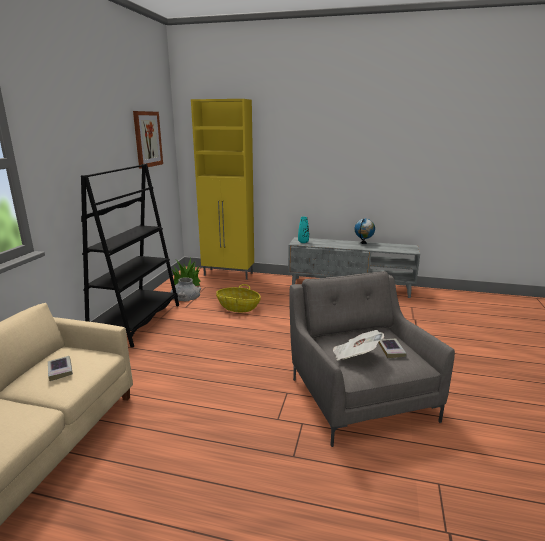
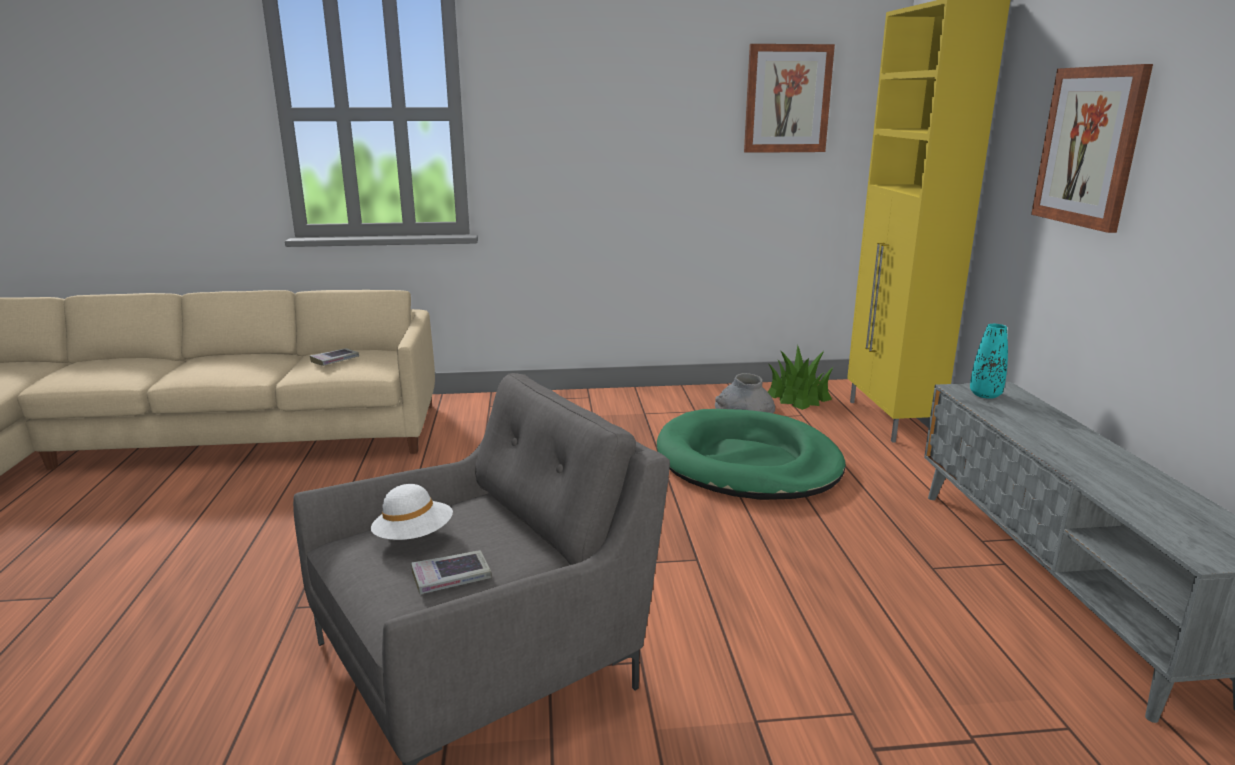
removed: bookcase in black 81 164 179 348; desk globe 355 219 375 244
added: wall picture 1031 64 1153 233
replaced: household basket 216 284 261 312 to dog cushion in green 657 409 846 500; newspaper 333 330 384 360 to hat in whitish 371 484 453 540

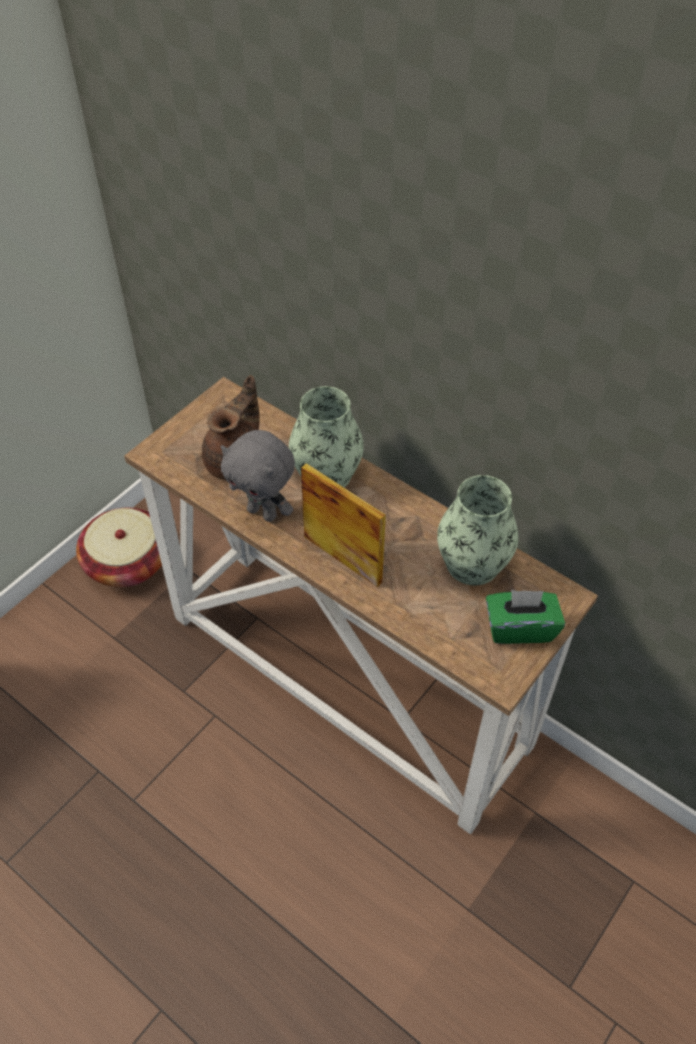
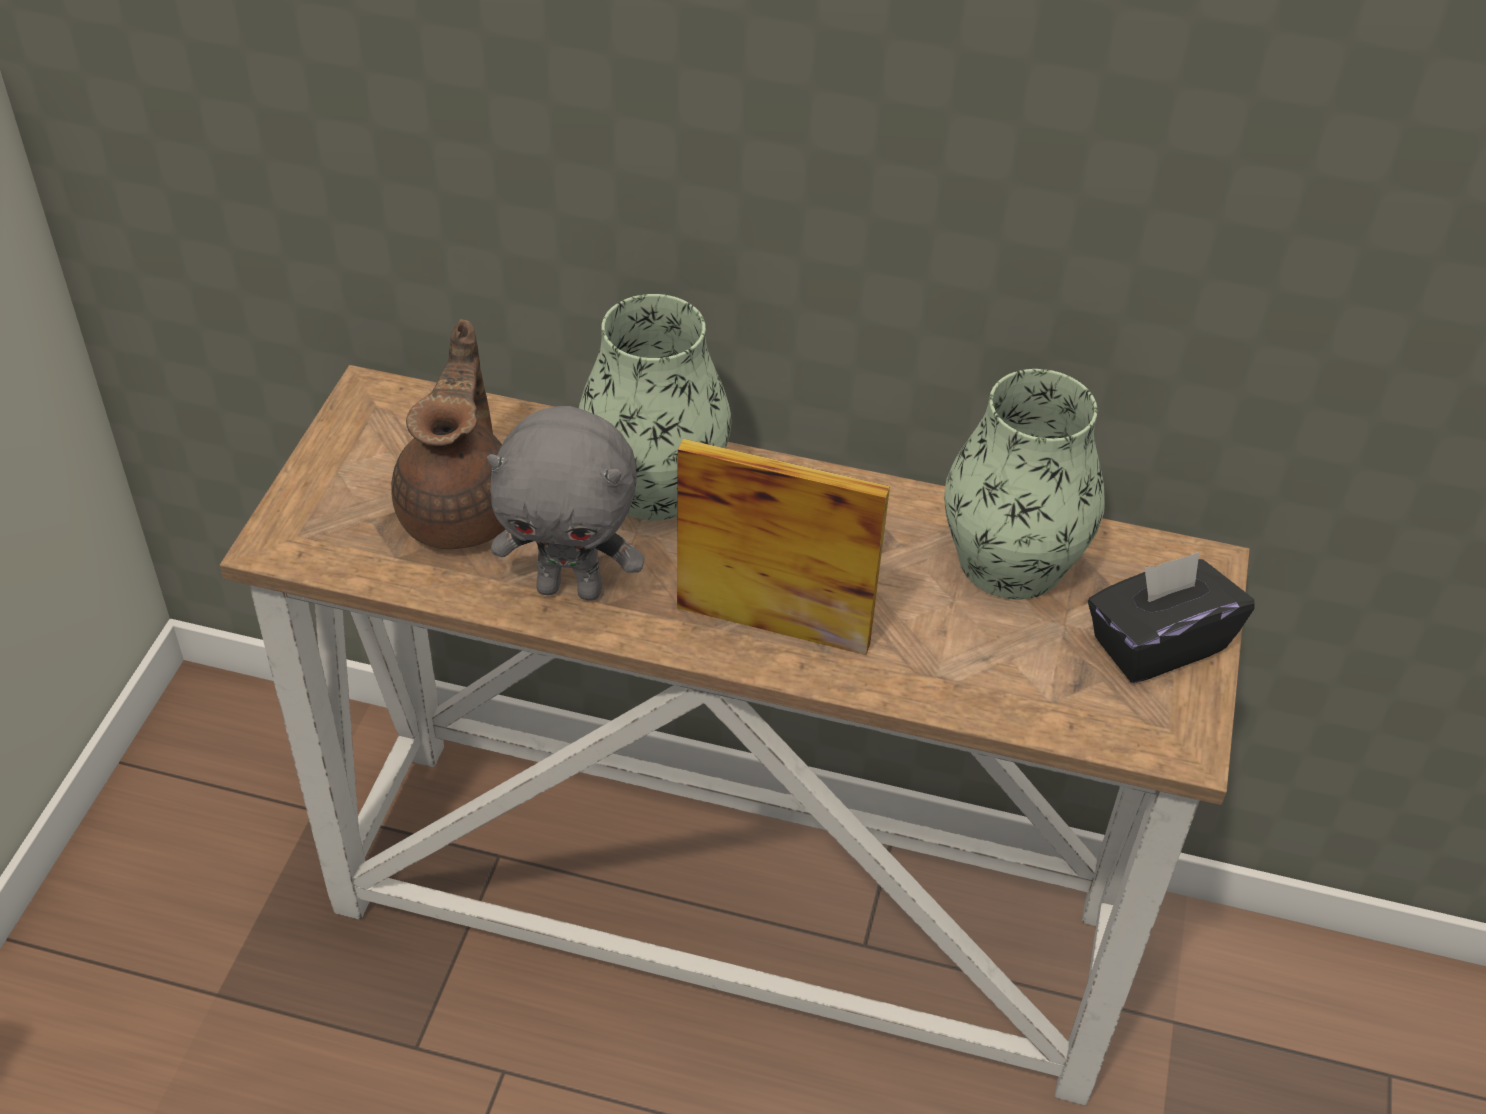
removed: household basket 76 507 162 587
recoloured: tissue holder in green 486 590 565 644 to tissue holder in black 1088 552 1255 683

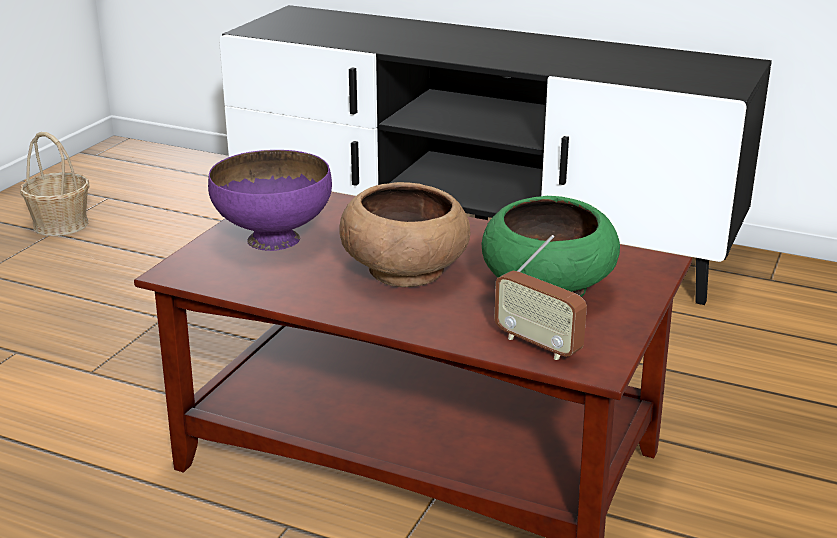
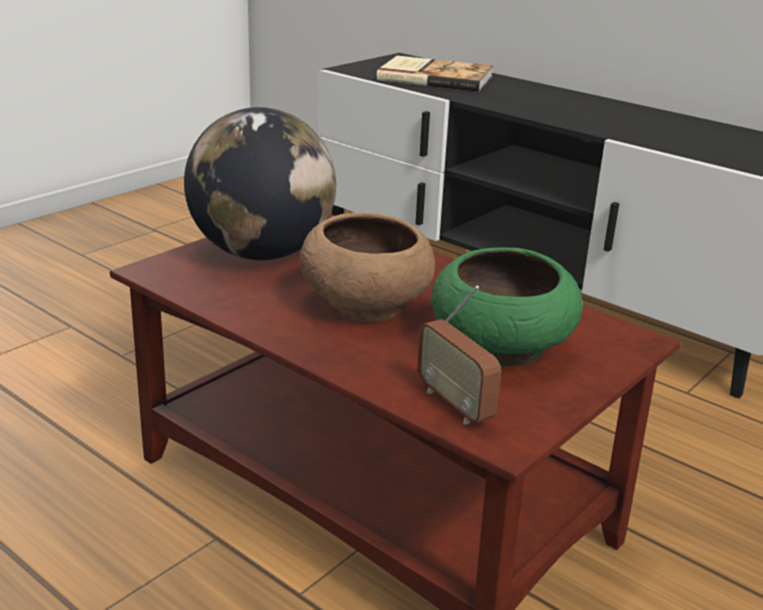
removed: household basket 20 132 89 236
added: volume 377 56 493 92
replaced: bowl in purple 208 150 332 251 to desk globe 184 107 336 260

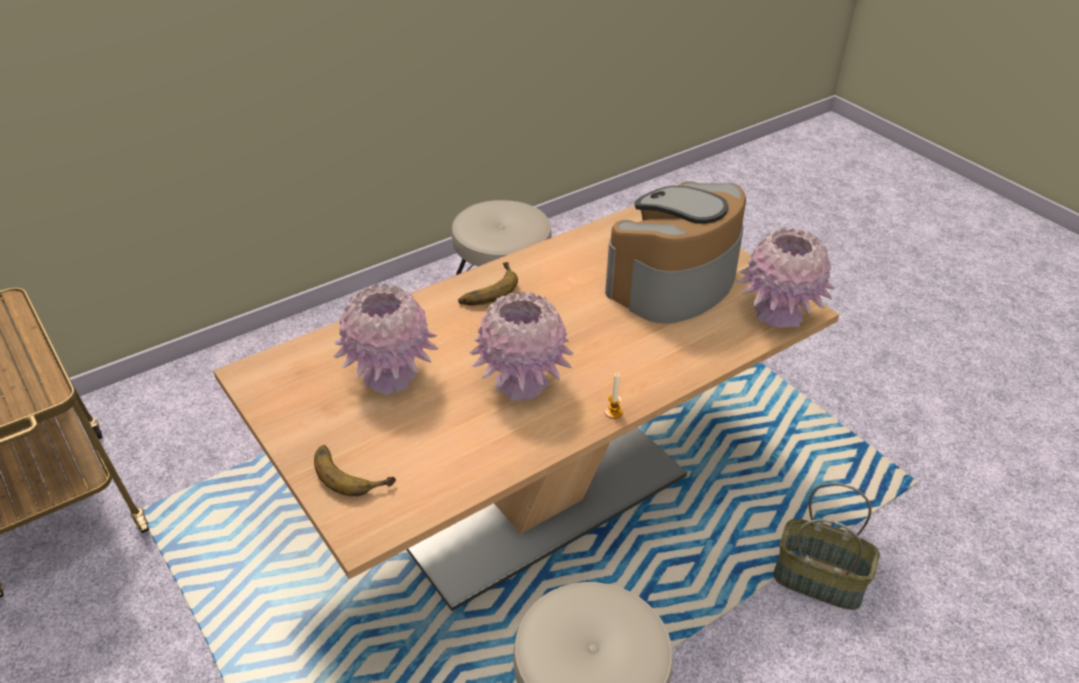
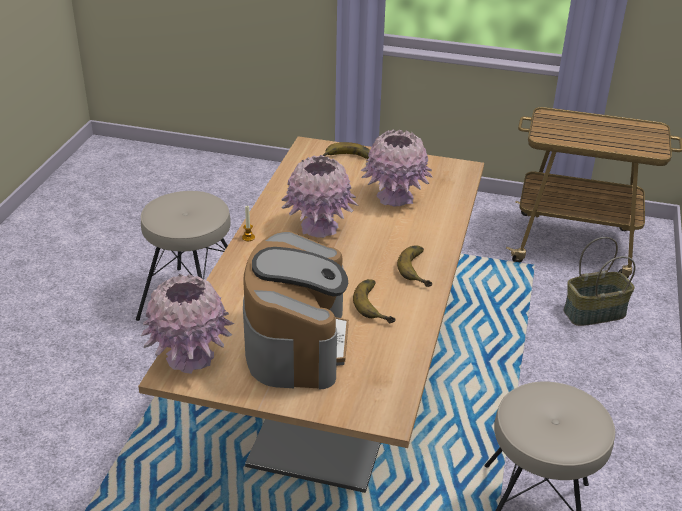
added: banana fruit 353 279 396 323
moved: household basket 774 482 880 610 to 563 237 636 326

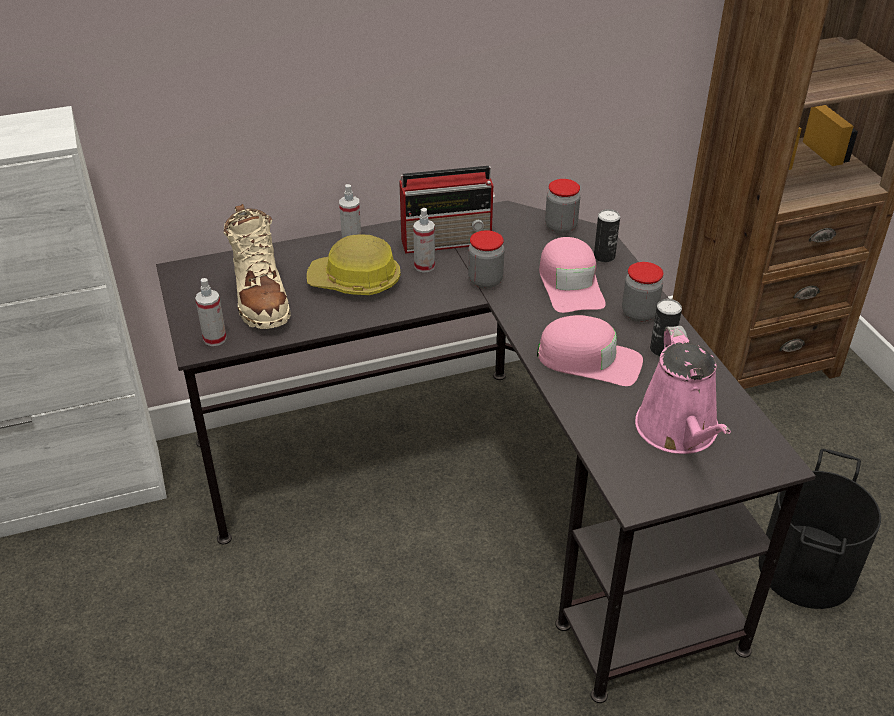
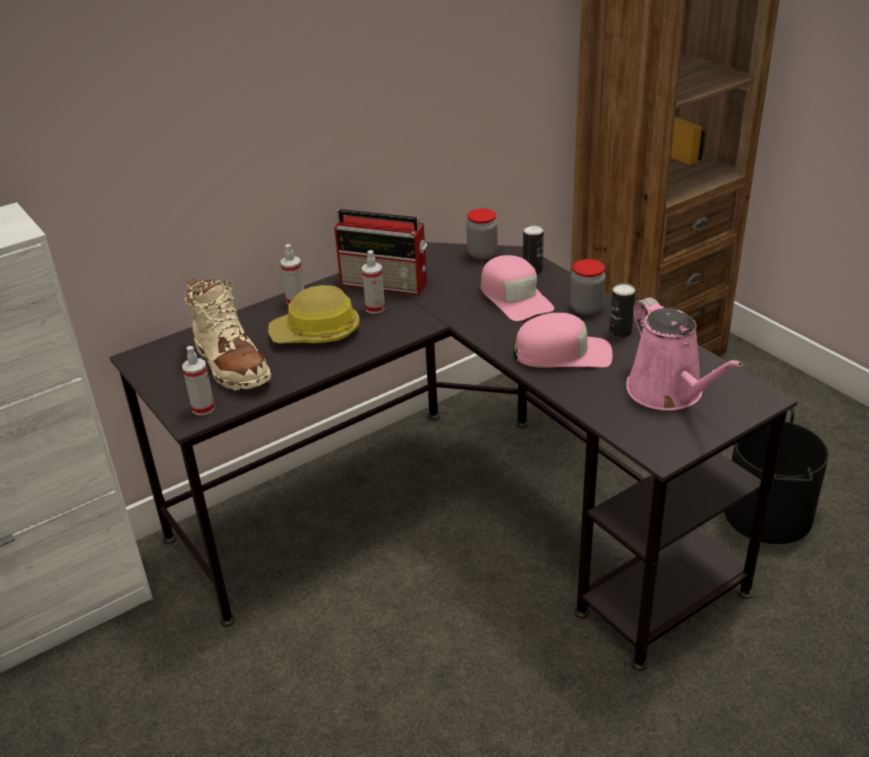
removed: jar 468 230 504 289
turned: radio 399 166 495 254 = 334 209 428 295 45 degrees clockwise

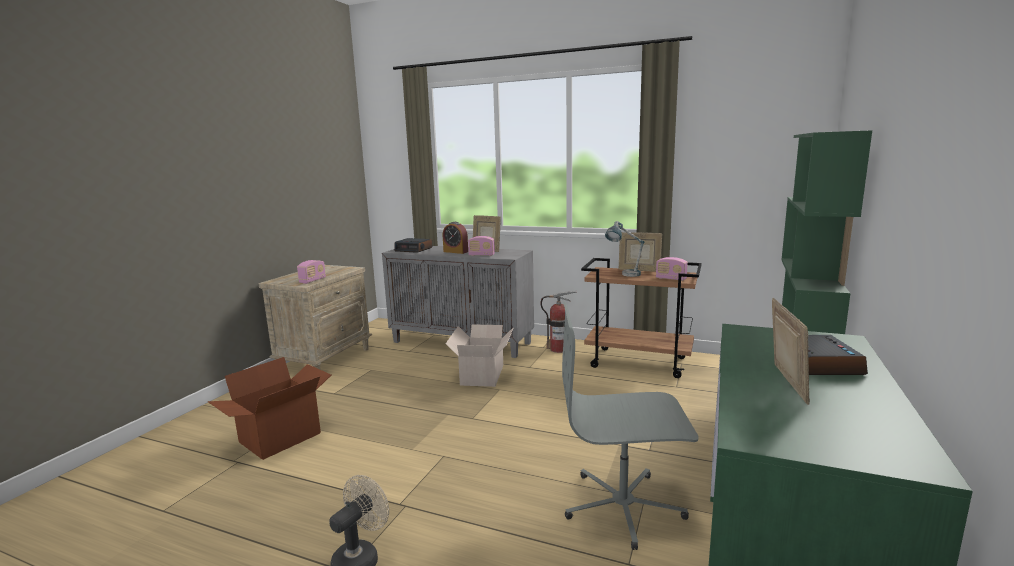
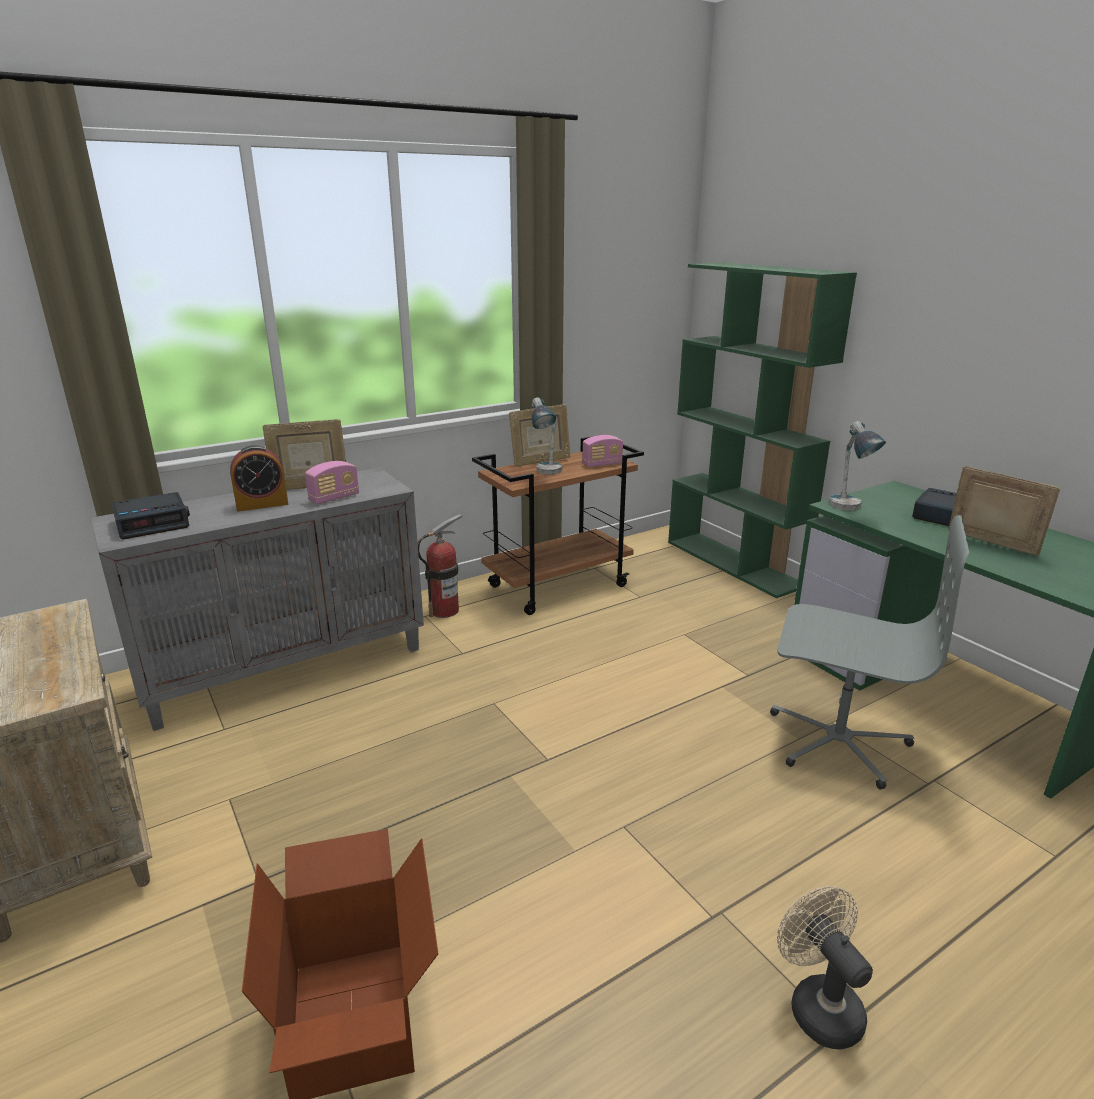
removed: radio 297 260 326 284; carton 446 325 514 387
added: table lamp 829 421 886 511
turned: office chair in greyish 562 302 699 550 = 770 515 969 789 105 degrees counterclockwise

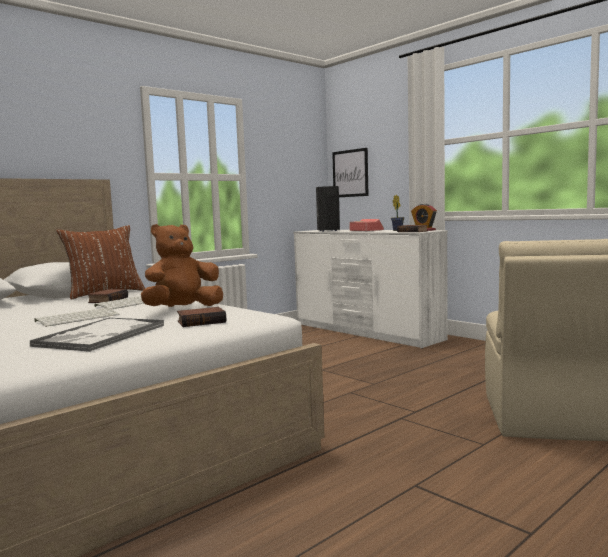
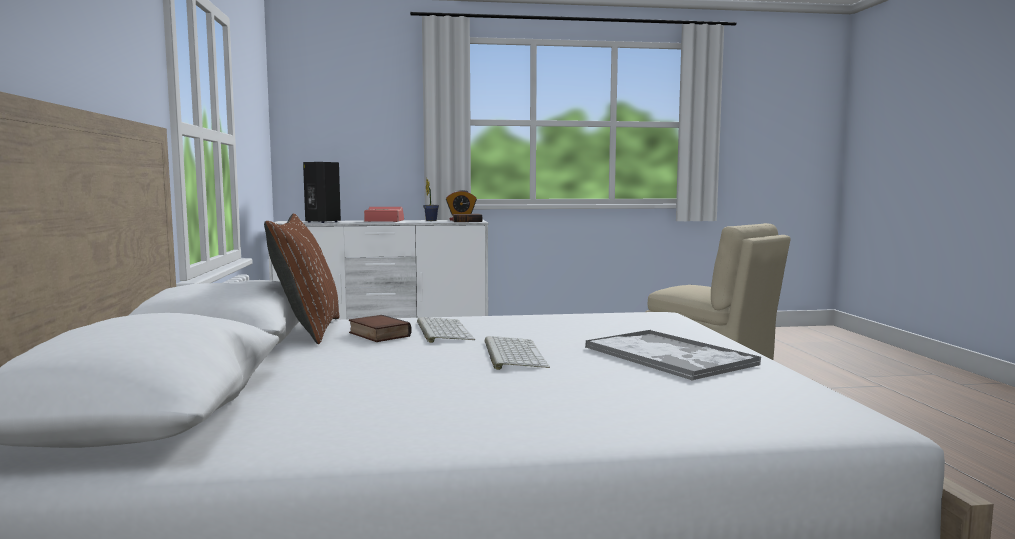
removed: wall picture 332 148 369 197; plush toy in brownish 141 224 223 307; volume 177 307 226 327

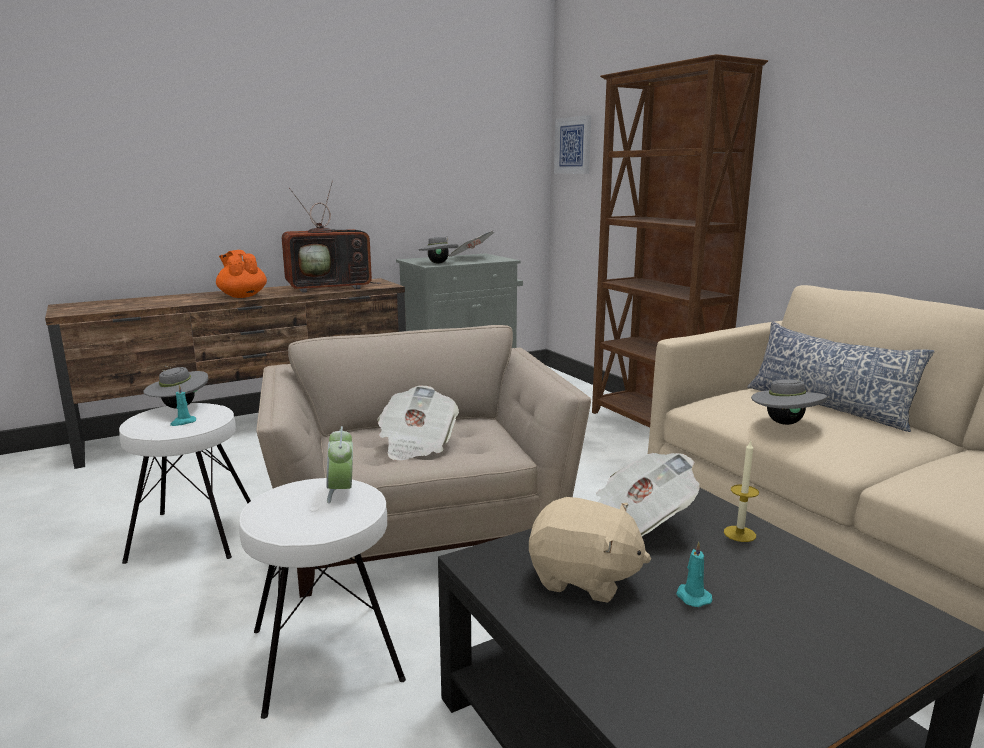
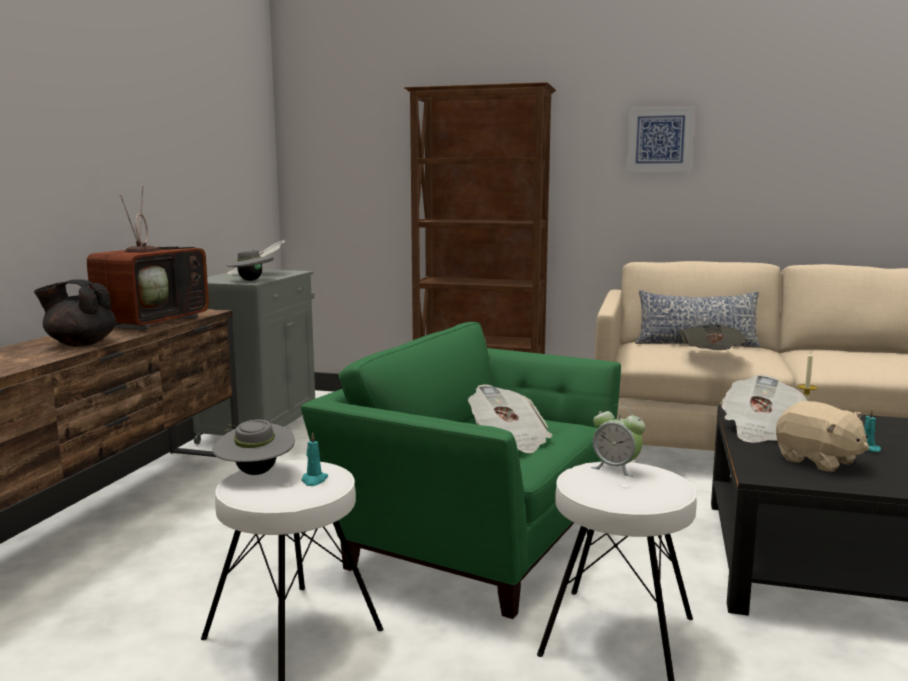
moved: wall picture 554 115 591 174 to 626 106 695 172
replaced: hat in greyish 751 376 827 425 to newspaper 680 325 747 350
recoloured: tea pot in orange-coloured 216 250 267 298 to tea pot in black 34 279 116 347; lounge chair in beige 256 325 591 598 to lounge chair in green 301 322 621 619
turned: plush toy in beige 529 497 651 603 = 776 401 869 473 75 degrees clockwise

